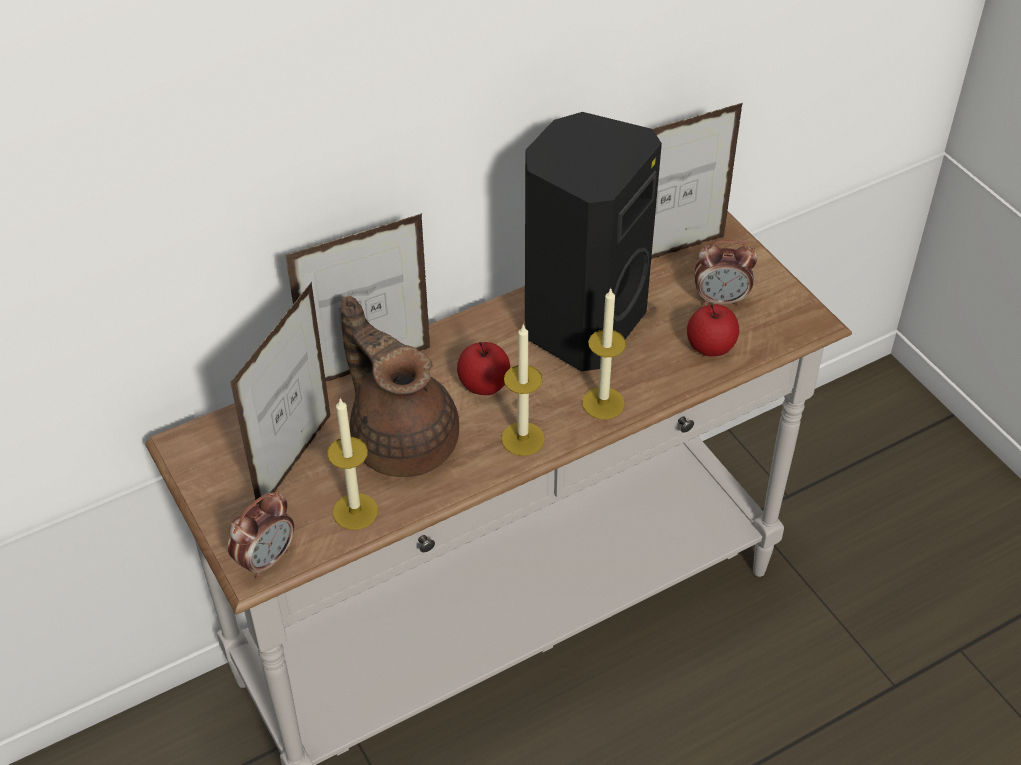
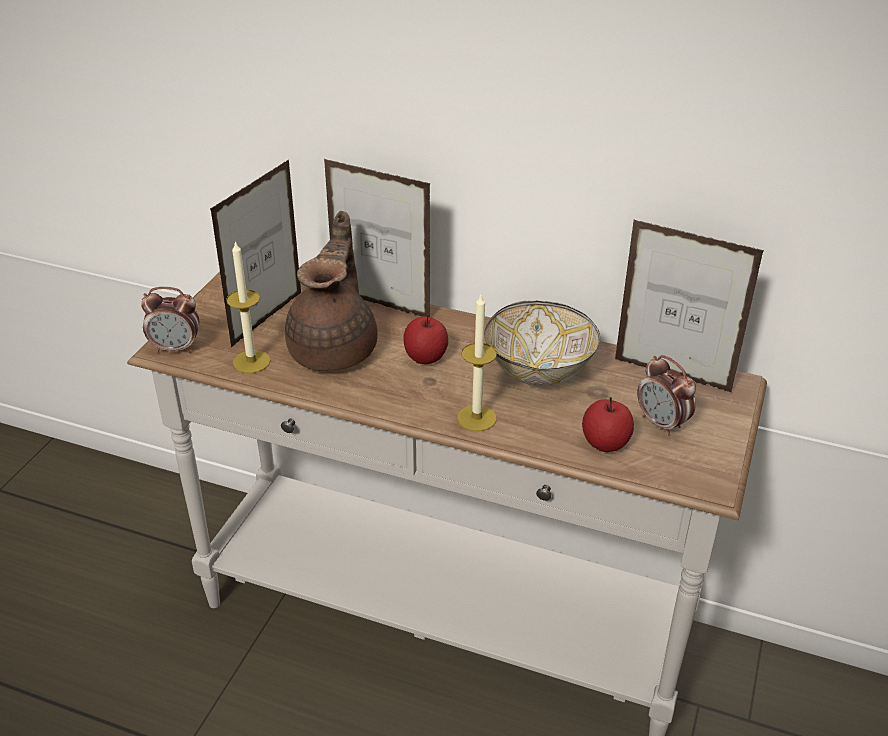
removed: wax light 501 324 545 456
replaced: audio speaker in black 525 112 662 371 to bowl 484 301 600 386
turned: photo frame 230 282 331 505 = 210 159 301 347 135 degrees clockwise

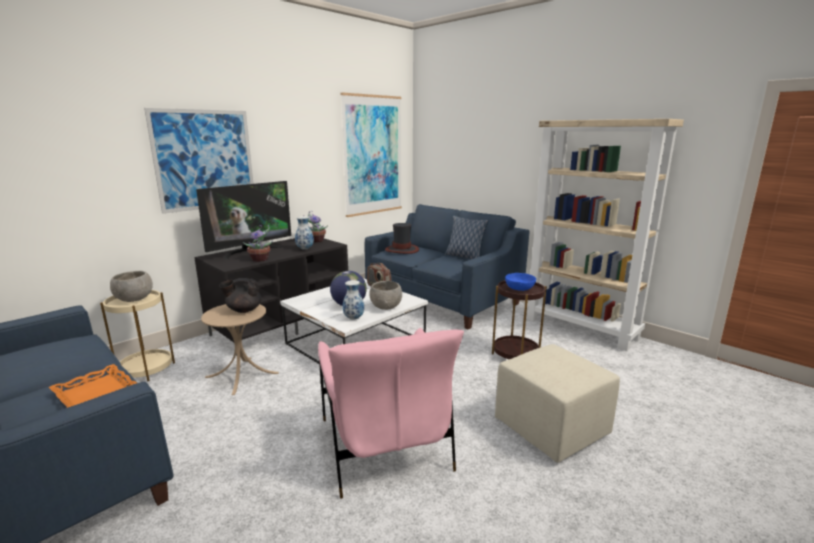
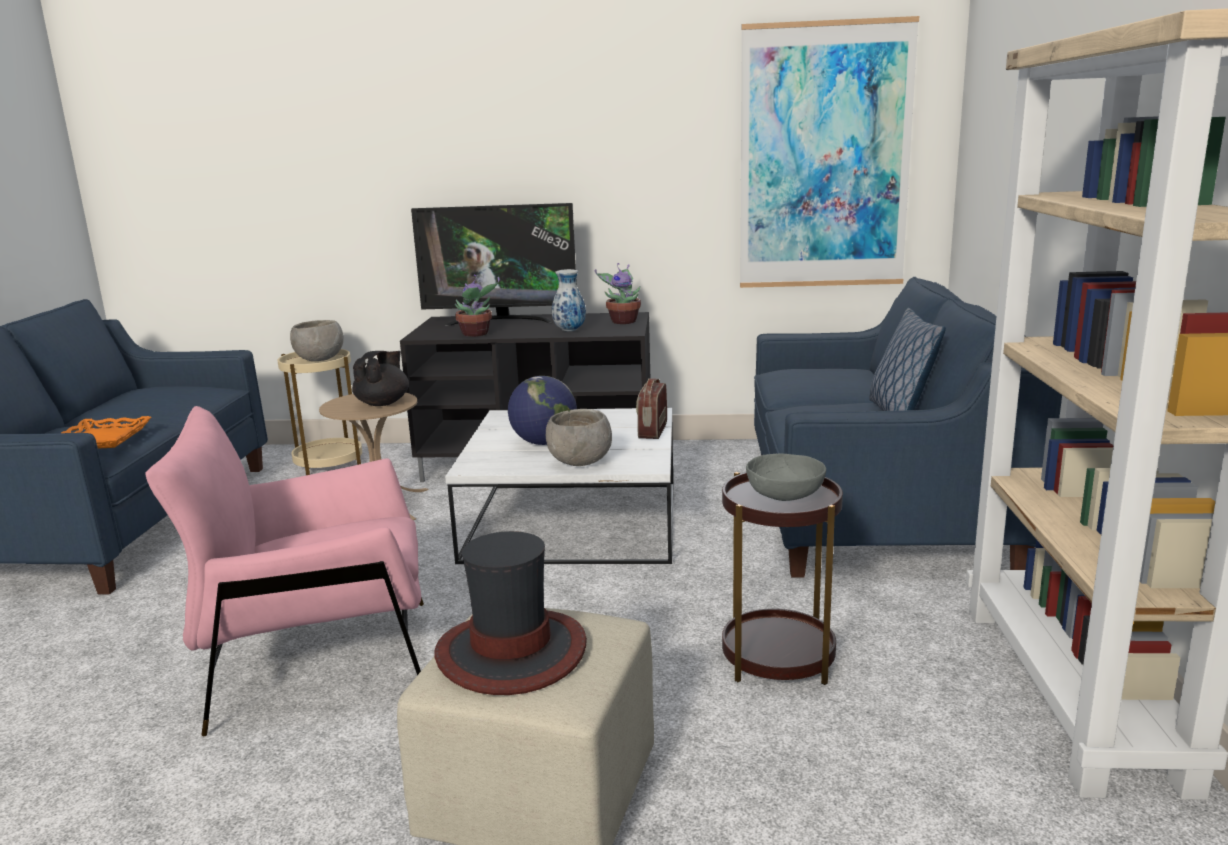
removed: wall picture 144 108 254 214; vase 343 280 364 320
moved: hat 385 223 419 254 to 435 531 587 695
recoloured: bowl in blue 505 273 536 291 to bowl in greyish 746 453 826 501
turned: tea pot in black 219 278 262 313 = 352 351 409 406 75 degrees clockwise; lounge chair in pinkish 318 328 464 499 = 145 406 424 736 45 degrees clockwise

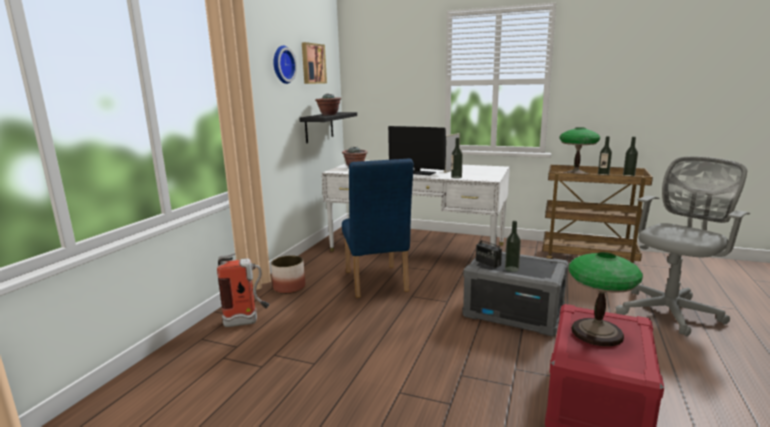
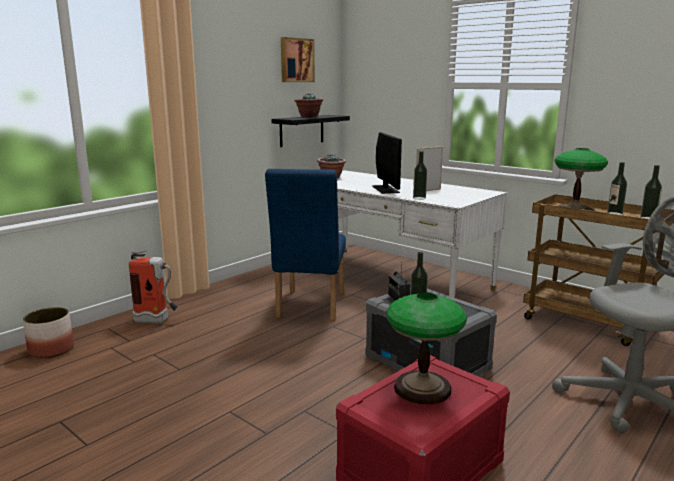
removed: clock on the wall 273 45 297 84
moved: plant pot 271 255 305 294 to 23 307 74 358
turned: computer display 388 126 446 176 = 372 132 402 194 150 degrees counterclockwise

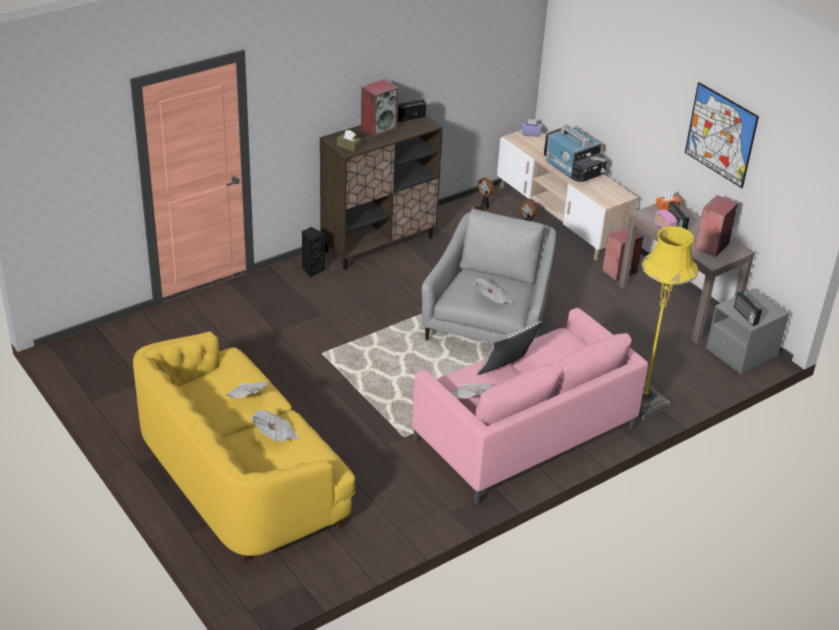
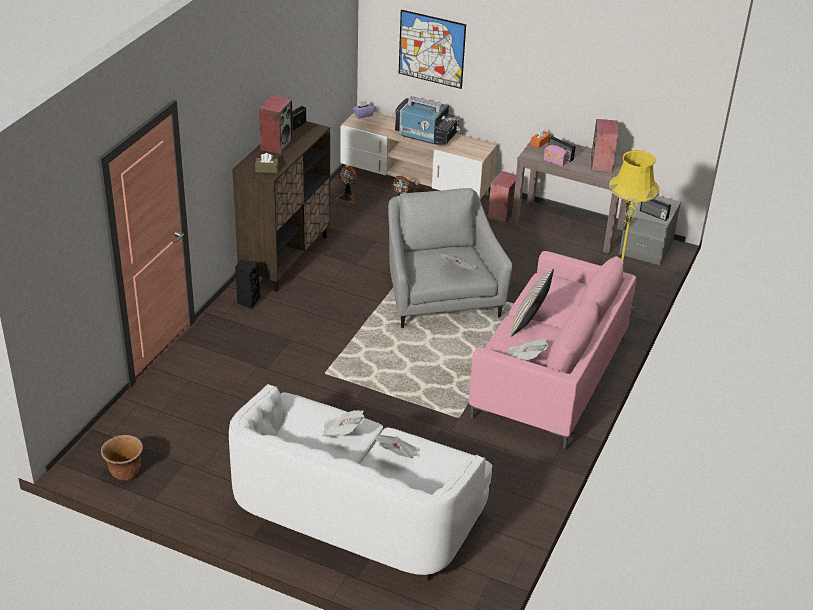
added: plant pot in brownish 101 435 143 481
moved: wall picture 685 82 759 188 to 399 10 466 89
recoloured: settee in yellow 133 331 355 563 to settee in whitish 229 384 492 582

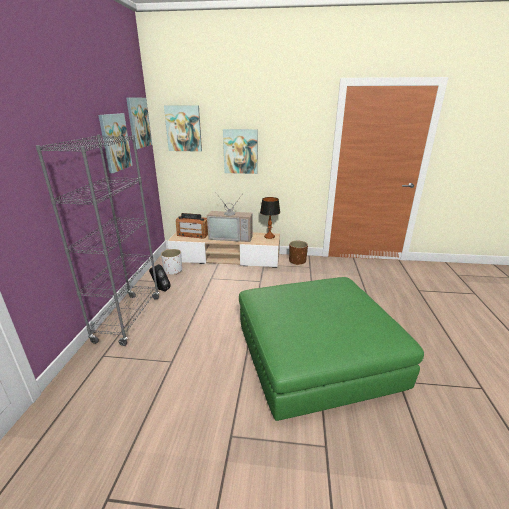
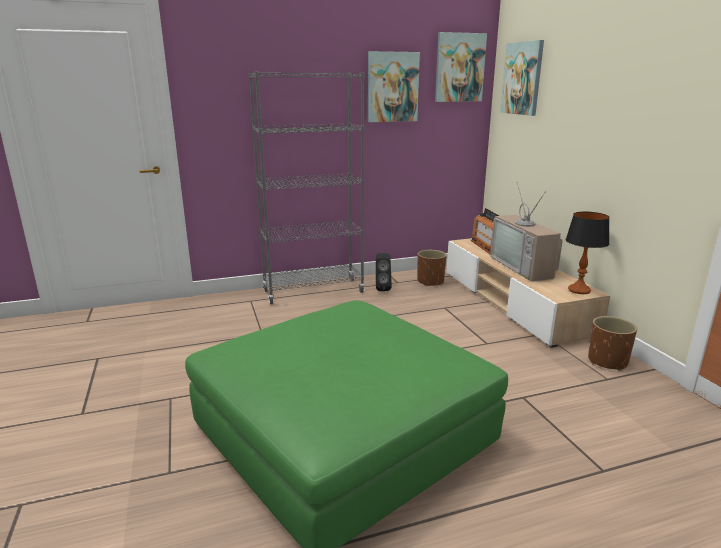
removed: wall picture 223 129 258 174
recoloured: plant pot in whitish 161 249 182 275 to plant pot in brownish 417 250 447 286

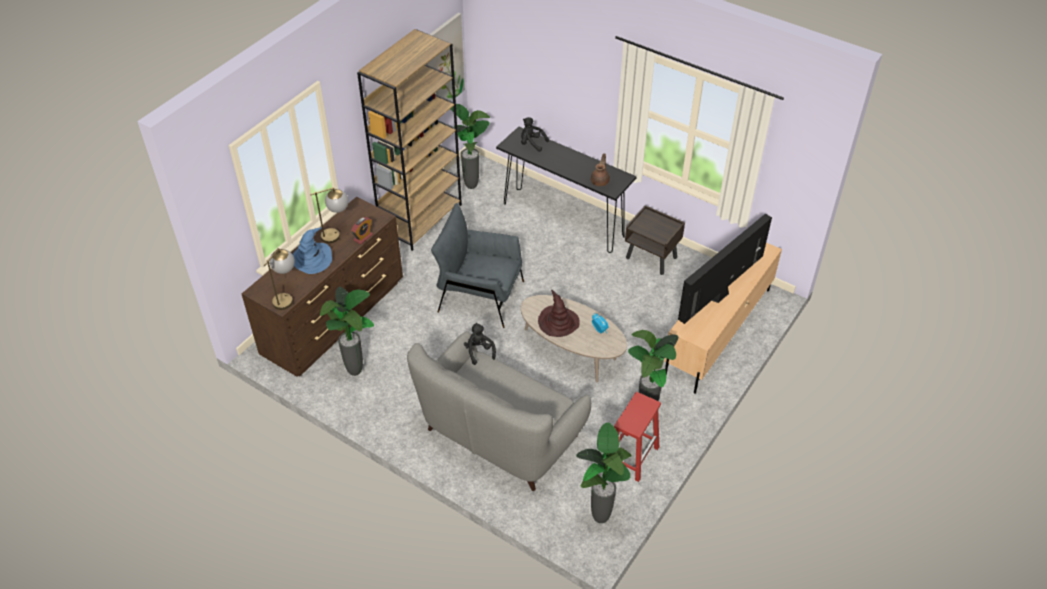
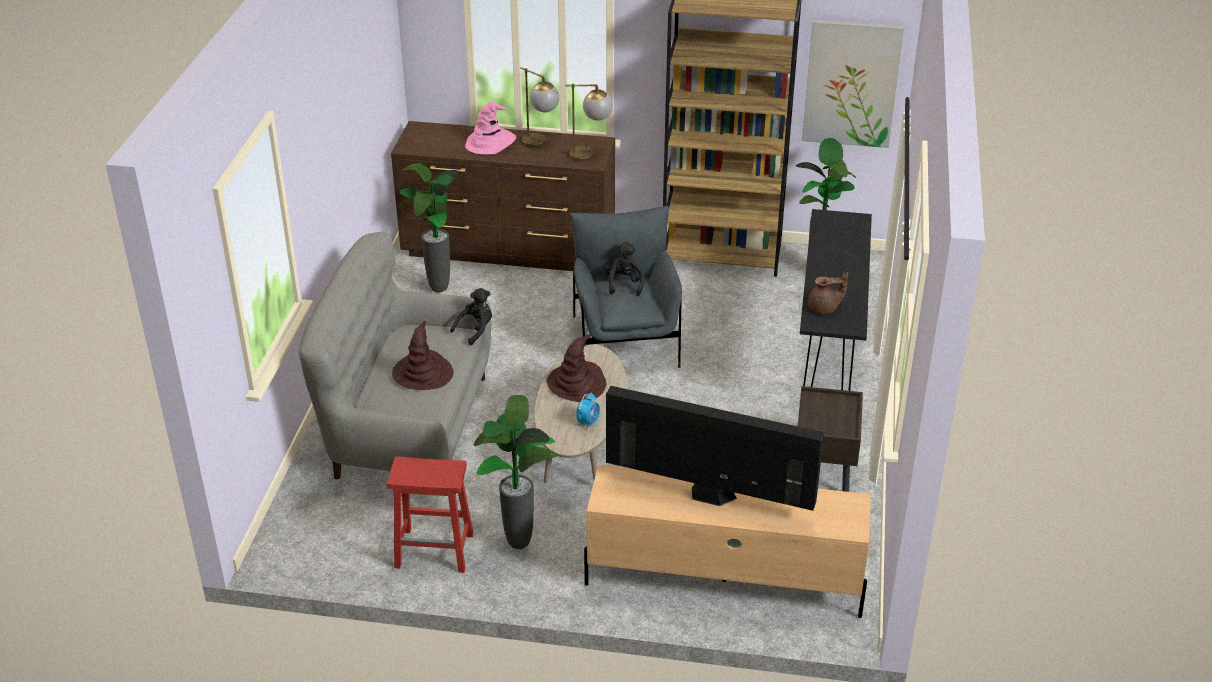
removed: bedside clock 351 217 373 244; plant in a pot 576 422 632 523
added: hat in brownish 392 321 454 390
moved: plush toy in black 521 117 549 152 to 605 242 644 296; table lamp 264 248 295 310 to 565 84 613 162
recoloured: hat in blue 293 227 332 274 to hat in pinkish 465 102 516 155

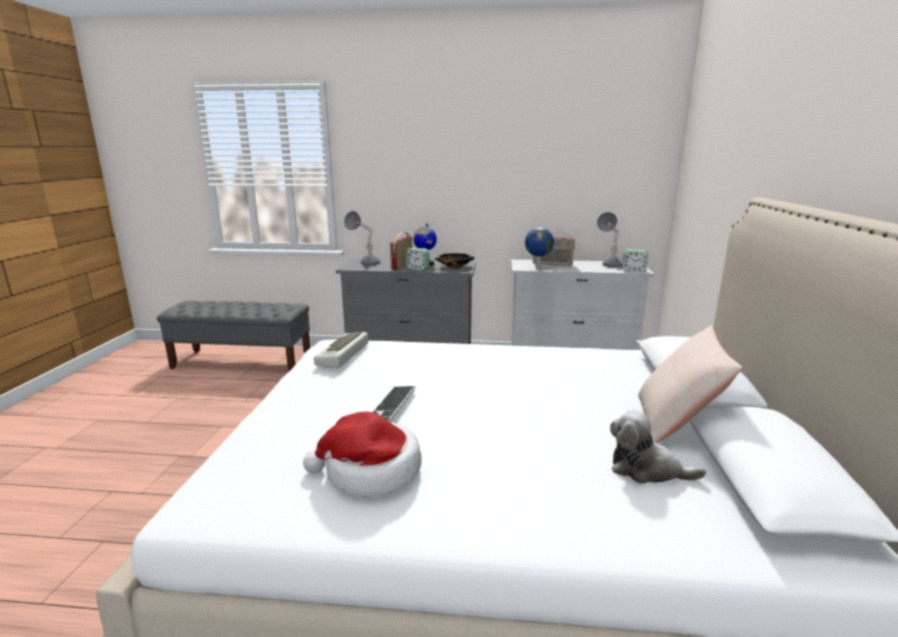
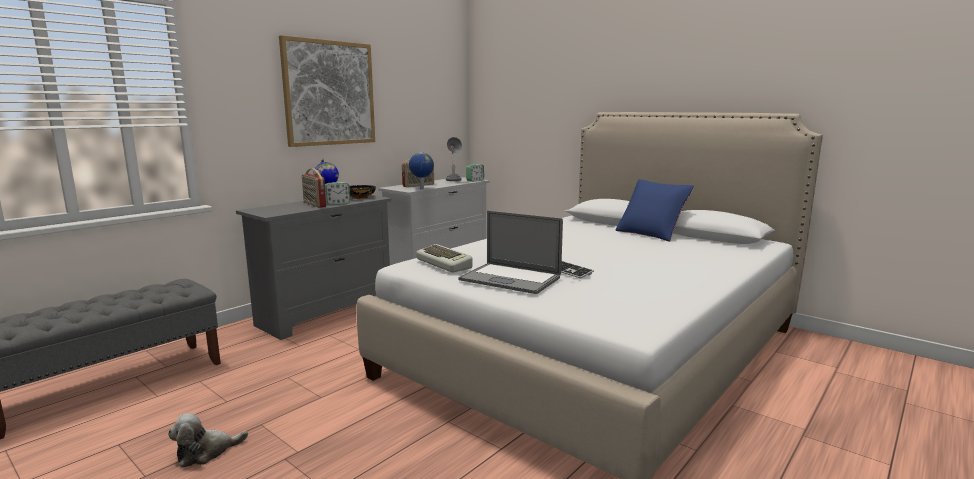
removed: table lamp in greyish 344 211 380 265; hat 303 412 422 497
added: wall picture 279 35 375 147; laptop 459 211 563 294
moved: plush toy 610 410 706 484 to 168 413 248 468
recoloured: throw pillow in beige 638 326 742 443 to throw pillow in blue 616 179 694 242

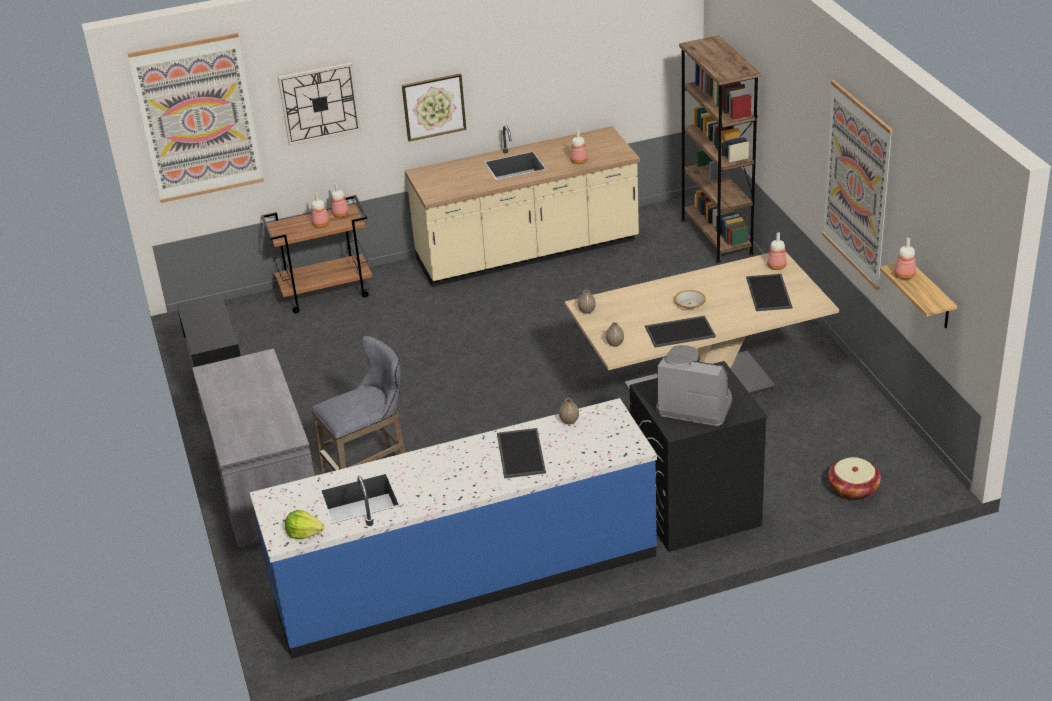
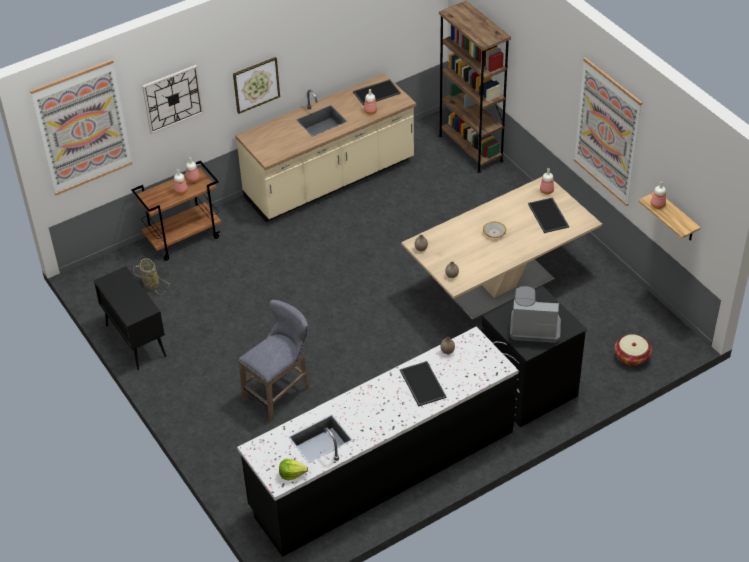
removed: desk in greyish 192 349 315 549
added: household basket 133 258 170 294
moved: tray 645 316 716 348 to 353 79 401 106
recoloured: counter in blue 250 398 657 659 to counter in black 237 326 519 557

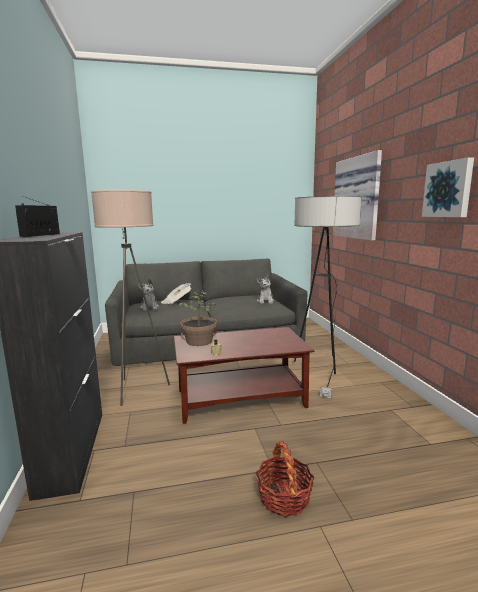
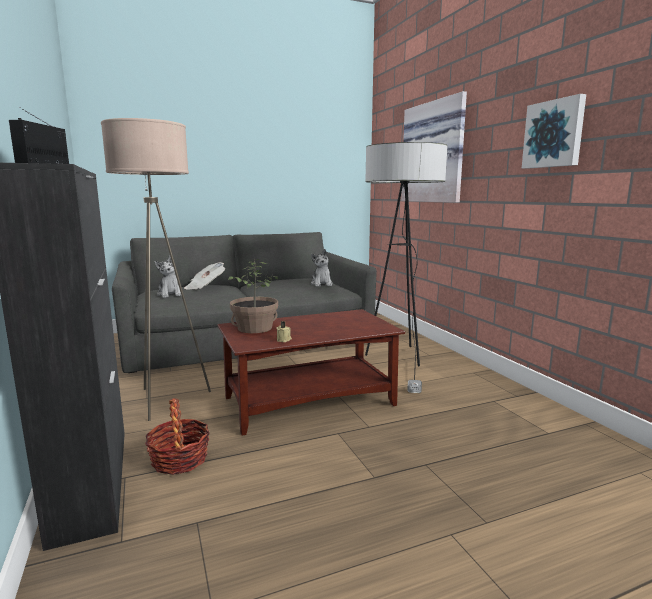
moved: household basket 256 440 315 517 to 145 398 210 475

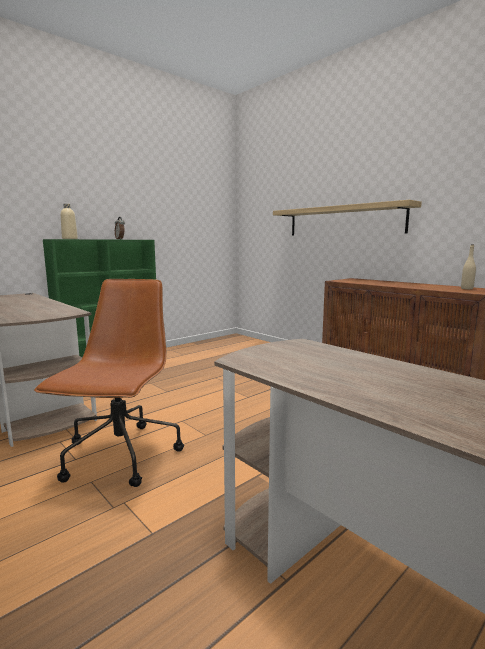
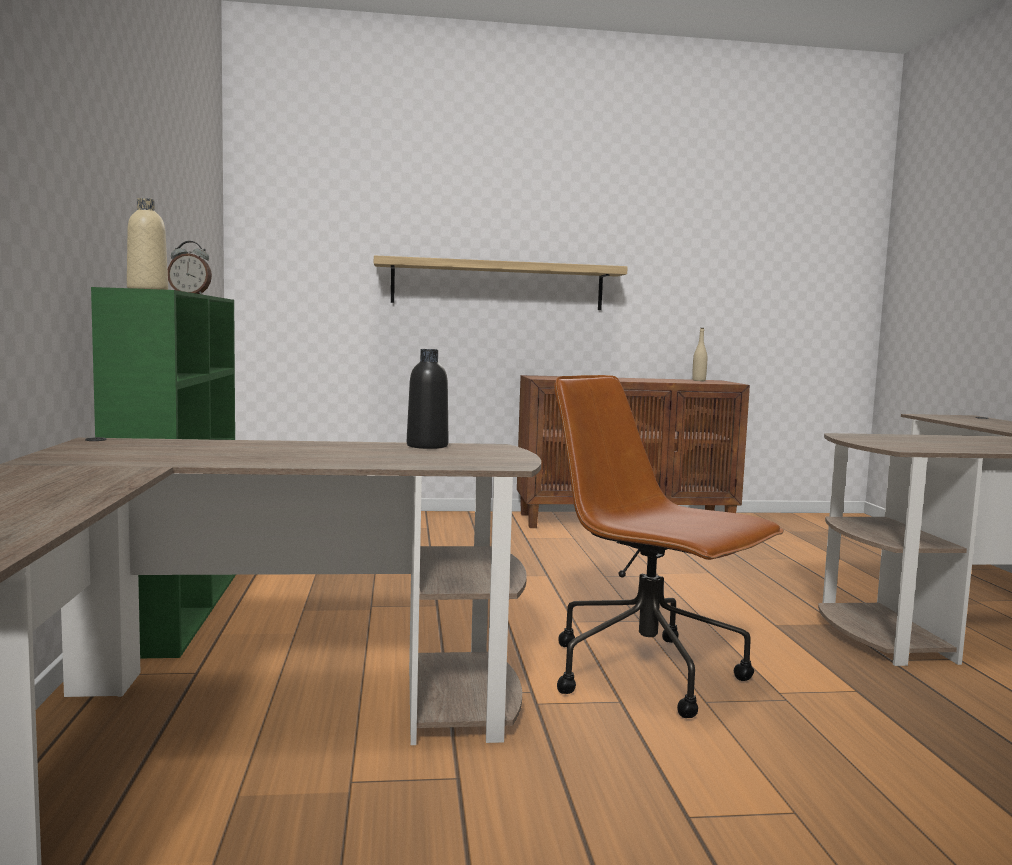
added: drink bottle in black 407 349 448 449

